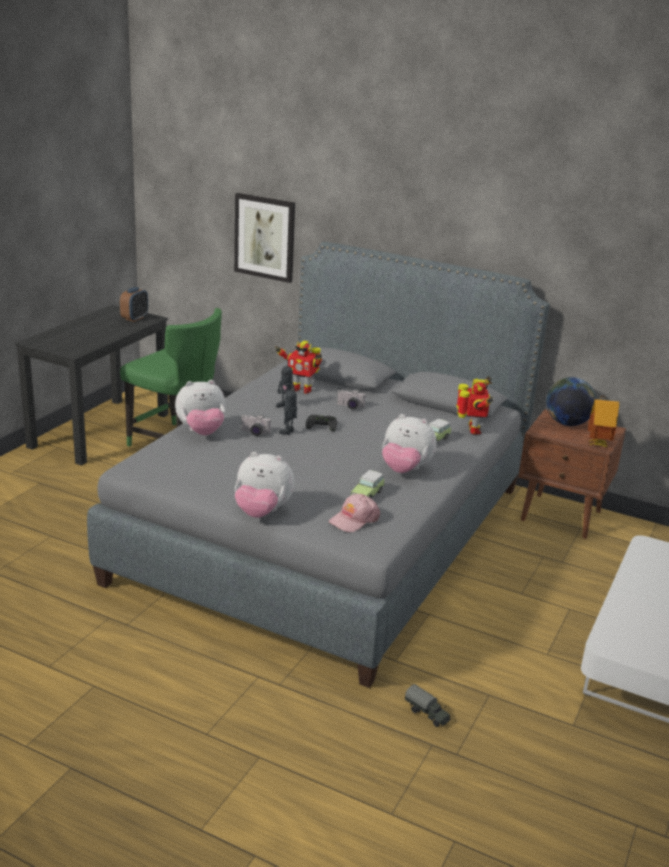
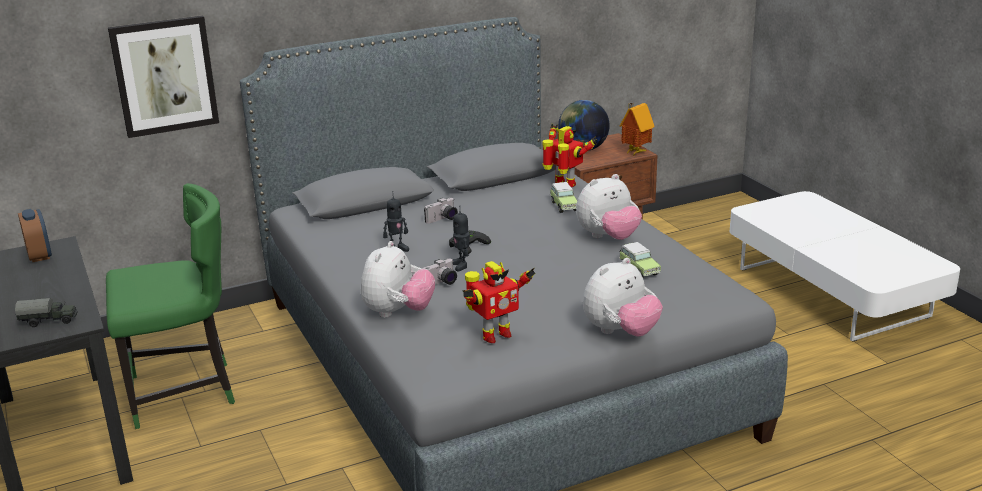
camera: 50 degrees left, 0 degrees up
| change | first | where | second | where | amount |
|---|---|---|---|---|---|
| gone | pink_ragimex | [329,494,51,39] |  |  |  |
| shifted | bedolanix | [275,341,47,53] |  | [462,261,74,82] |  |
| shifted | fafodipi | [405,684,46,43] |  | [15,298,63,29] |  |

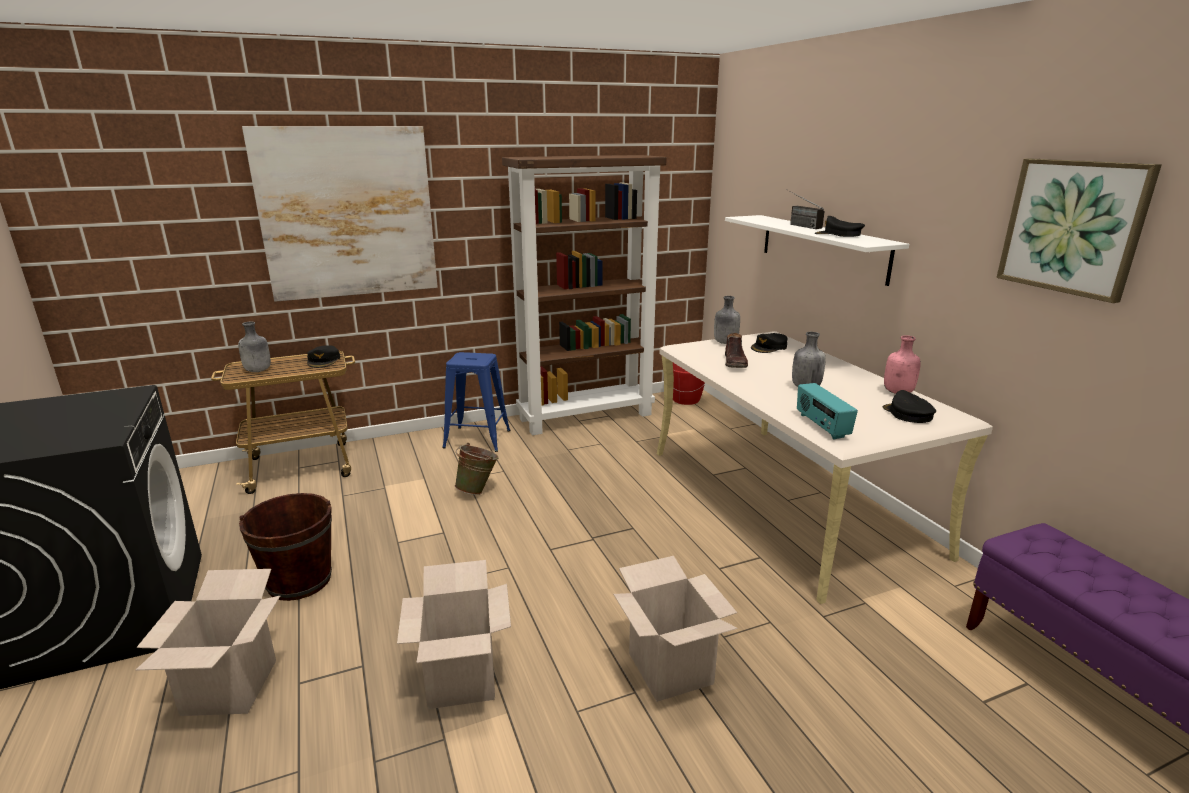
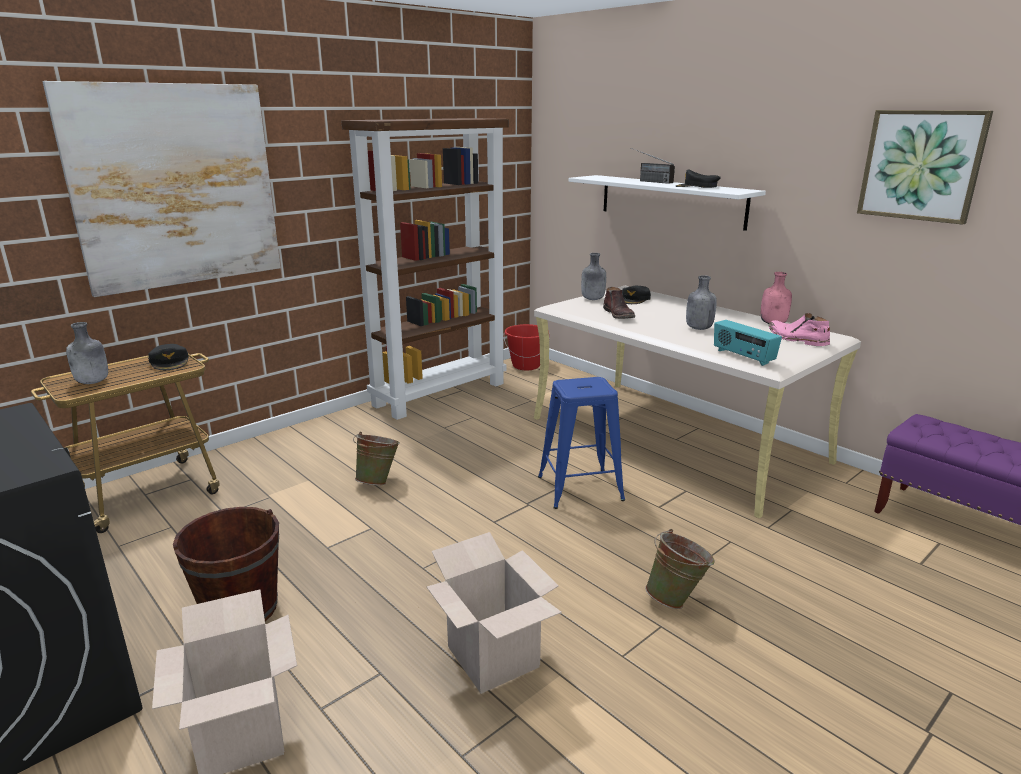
camera: 20 degrees left, 0 degrees up
| change | first | where | second | where | amount |
|---|---|---|---|---|---|
| shifted | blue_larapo | [442,352,69,100] |  | [538,377,87,132] |  |
| swapped | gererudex | [613,556,125,146] | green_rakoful | [645,529,70,80] |  |
| swapped | black_ragimex | [883,390,53,33] | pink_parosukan | [768,313,62,33] |  |

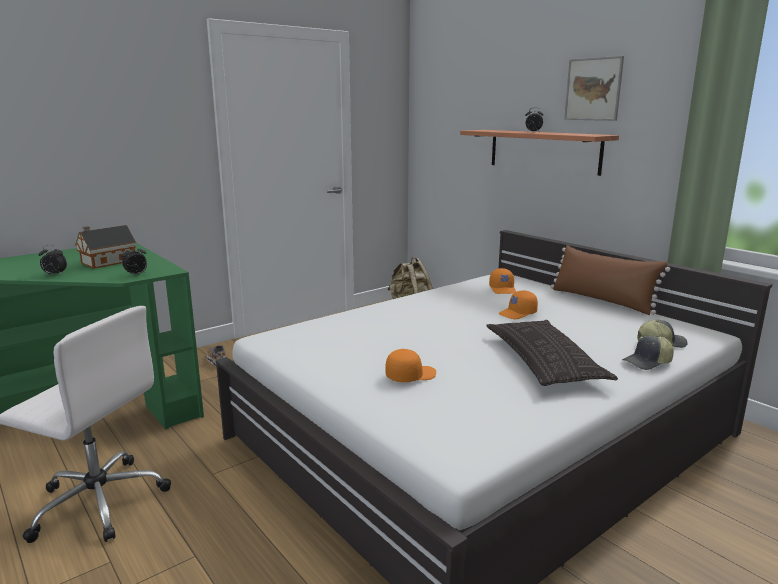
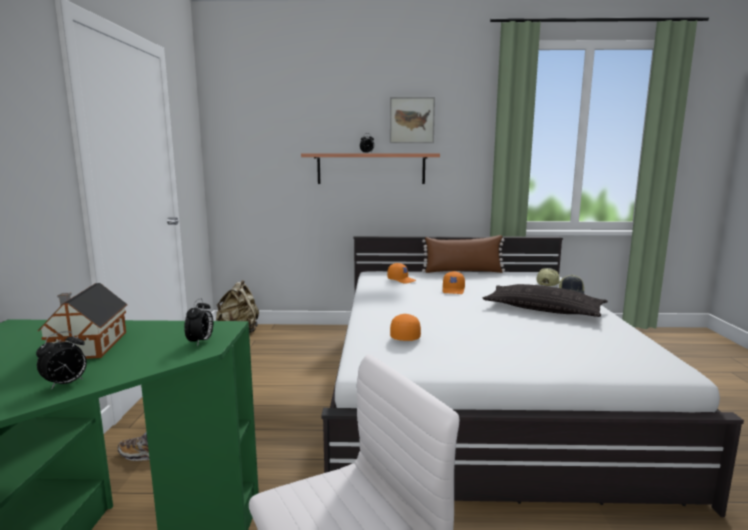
camera: 50 degrees left, 5 degrees down
| change | first | where | second | where | amount |
|---|---|---|---|---|---|
| shifted | orange_ragimex | [385,349,51,33] |  | [390,314,31,27] |  |

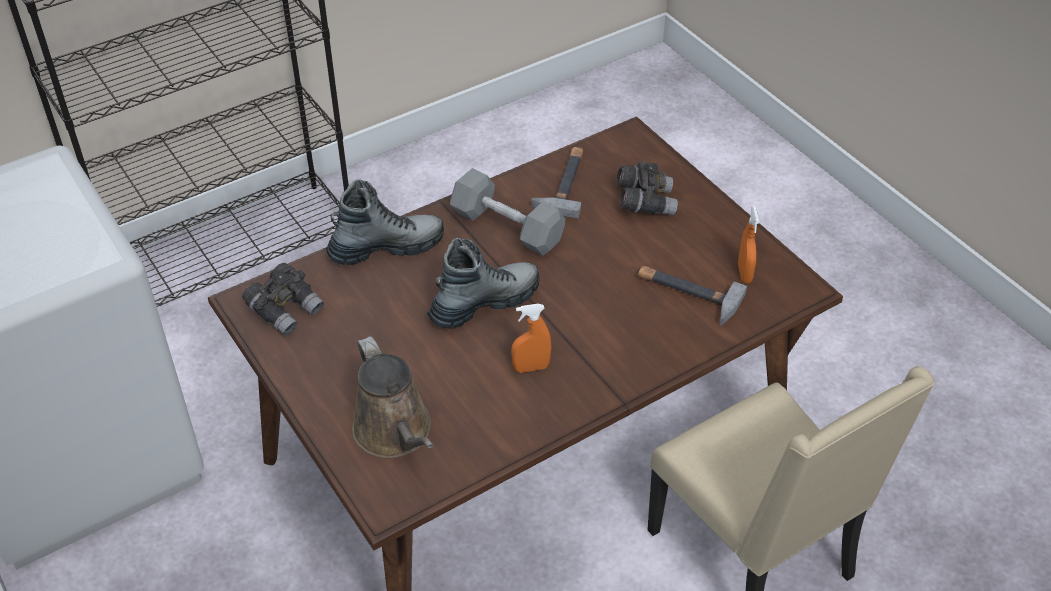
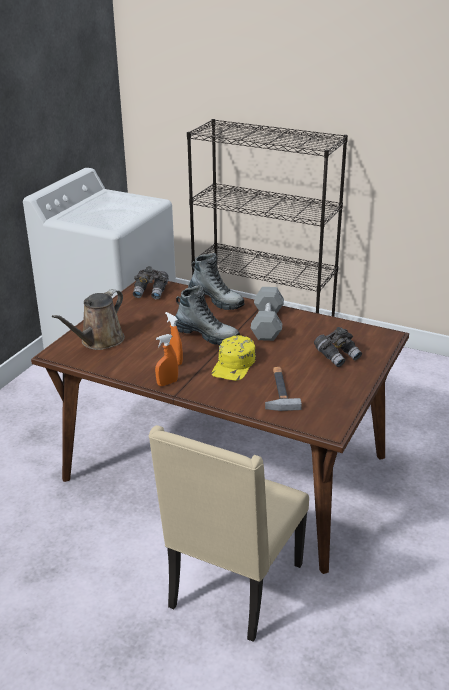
camera: 60 degrees right, 15 degrees down
| change | first | where | second | where | amount |
|---|---|---|---|---|---|
| gone | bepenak | [531,147,52,71] |  |  |  |
| new |  |  | yellow_ragimex | [212,335,44,46] |  |
| shifted | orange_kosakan | [738,206,21,78] |  | [155,334,23,52] |  |

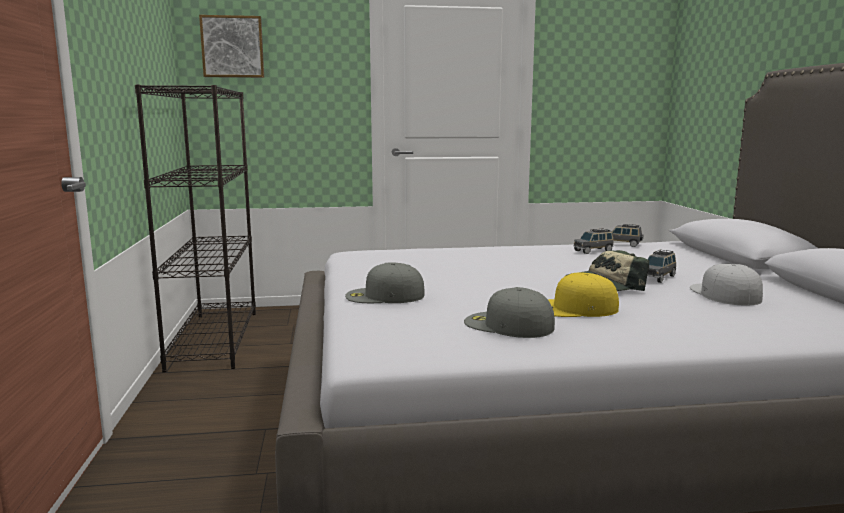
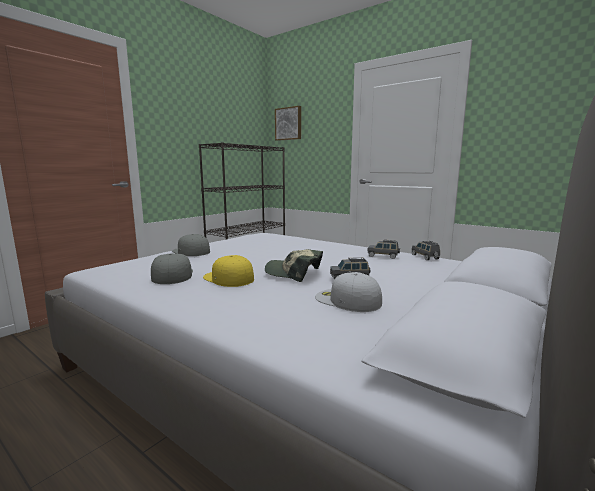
camera: 45 degrees right, 0 degrees up
| change | first | where | second | where | amount |
|---|---|---|---|---|---|
| rotated | white_ragimex | [690,264,73,41] |  | [315,272,67,40] | 90 degrees counterclockwise |

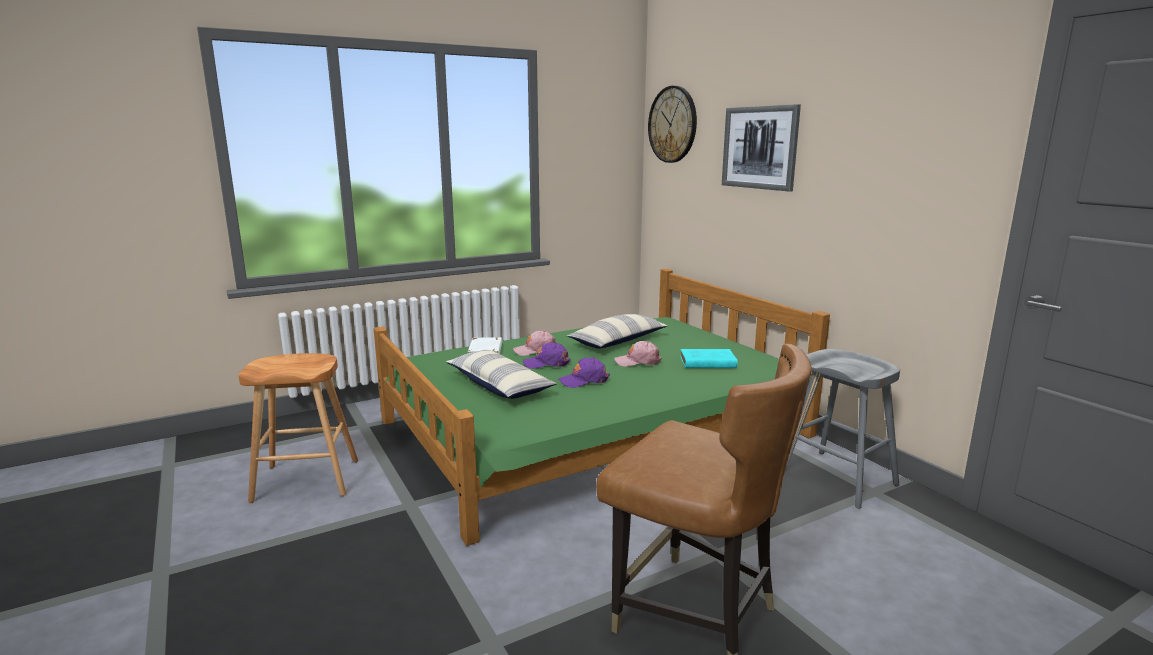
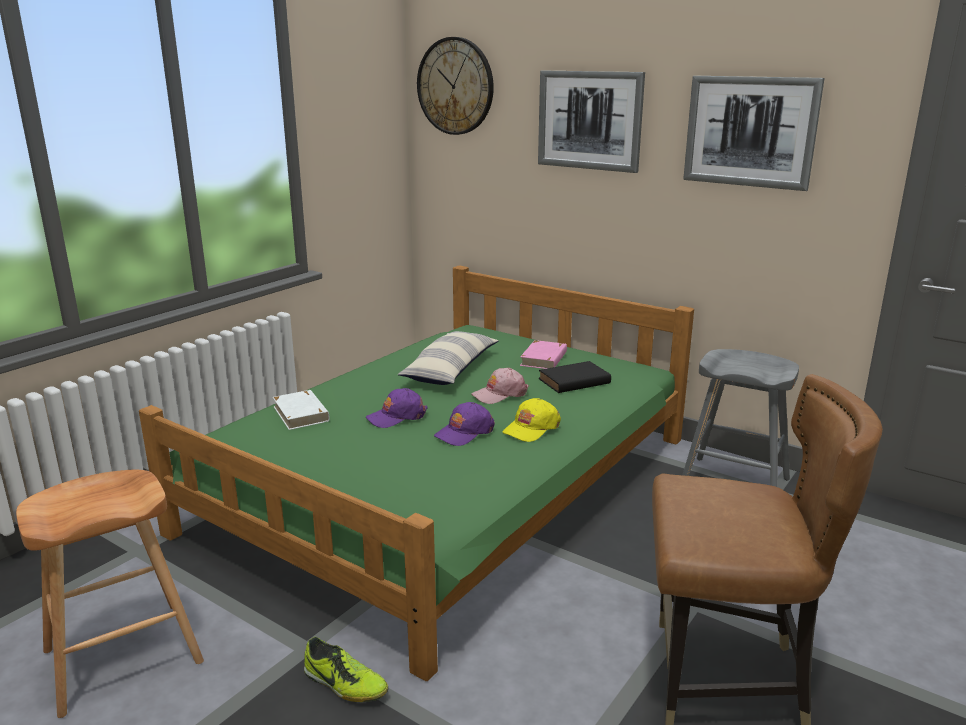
camera: 25 degrees left, 5 degrees up
| change | first | where | second | where | amount |
|---|---|---|---|---|---|
| gone | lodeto | [446,350,111,49] |  |  |  |
| gone | pink_ragimex | [513,330,42,26] |  |  |  |
| new |  |  | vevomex | [304,637,84,65] |  |
| new |  |  | yellow_ragimex | [502,398,59,44] |  |
| new |  |  | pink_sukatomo | [520,340,47,29] |  |
| new |  |  | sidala | [683,76,141,115] |  |
| repainted | turquoise_sukatomo | [680,349,58,19] | black_sukatomo | [539,361,72,32] |  |

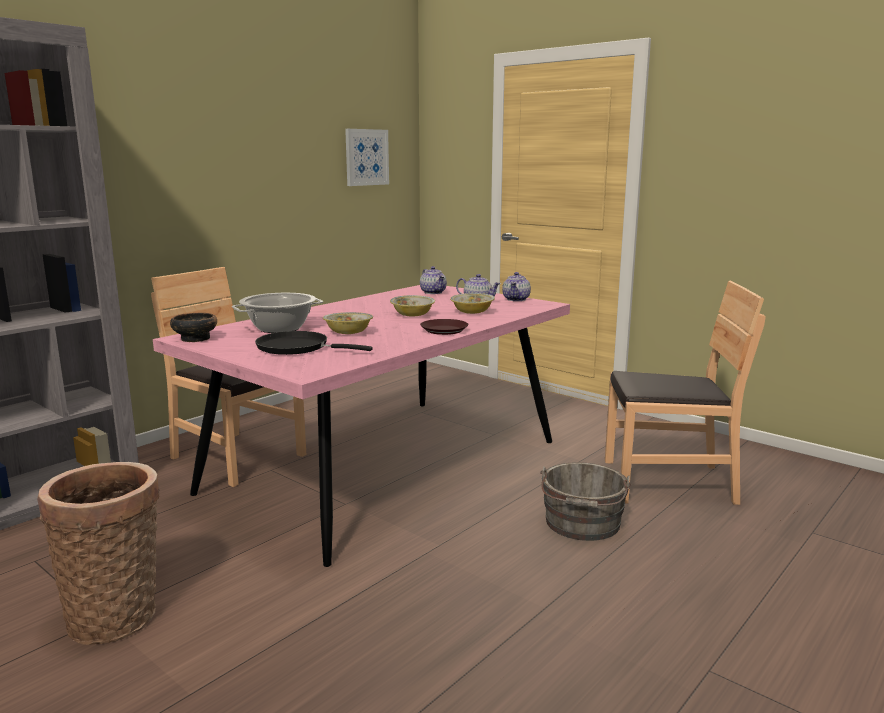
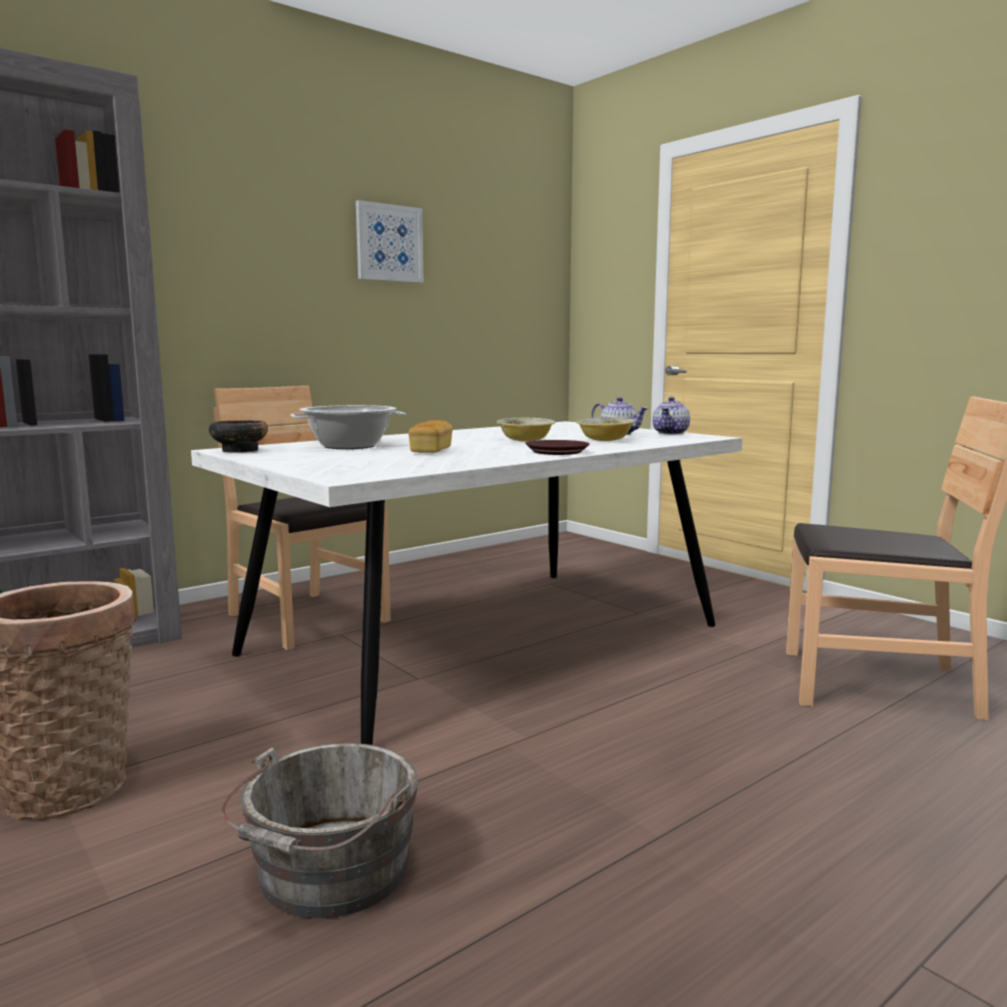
camera: 10 degrees right, 5 degrees down
| change | first | where | second | where | amount |
|---|---|---|---|---|---|
| gone | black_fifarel | [255,331,118,24] |  |  |  |
| gone | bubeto | [420,266,27,28] |  |  |  |
| shifted | sidala | [345,129,44,57] |  | [356,200,68,83] |  |
| shifted | grey_rakoful | [540,462,91,79] |  | [221,743,197,175] |  |
| swapped | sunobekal | [323,312,50,22] | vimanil | [408,420,45,33] |  |
| repainted | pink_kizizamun | [153,285,417,282] | white_kizizamun | [191,421,551,324] |  |

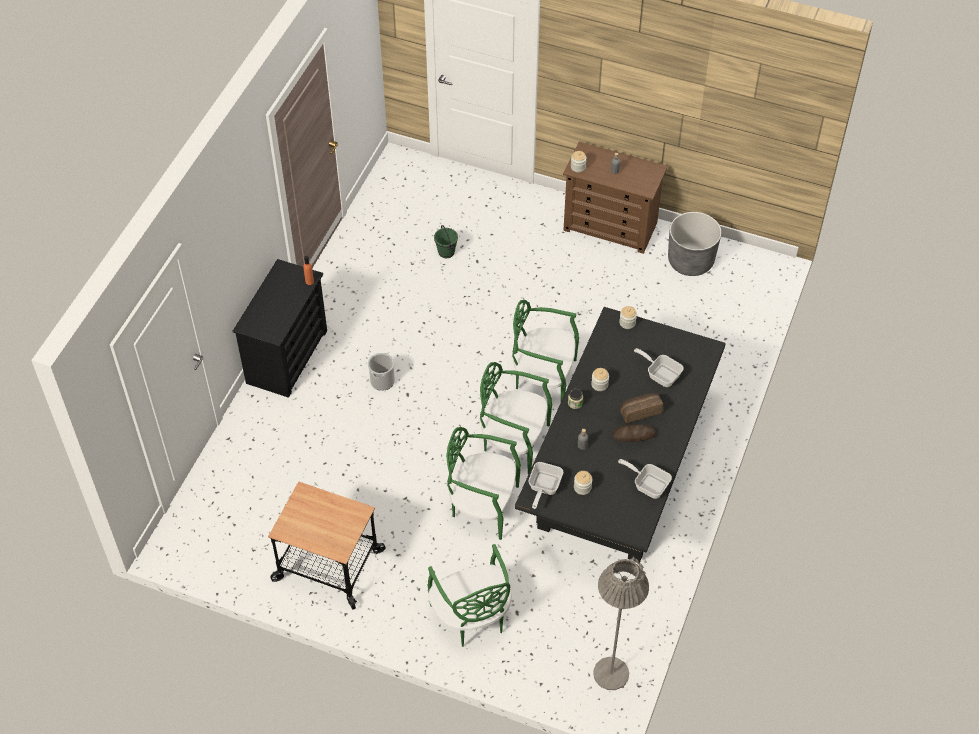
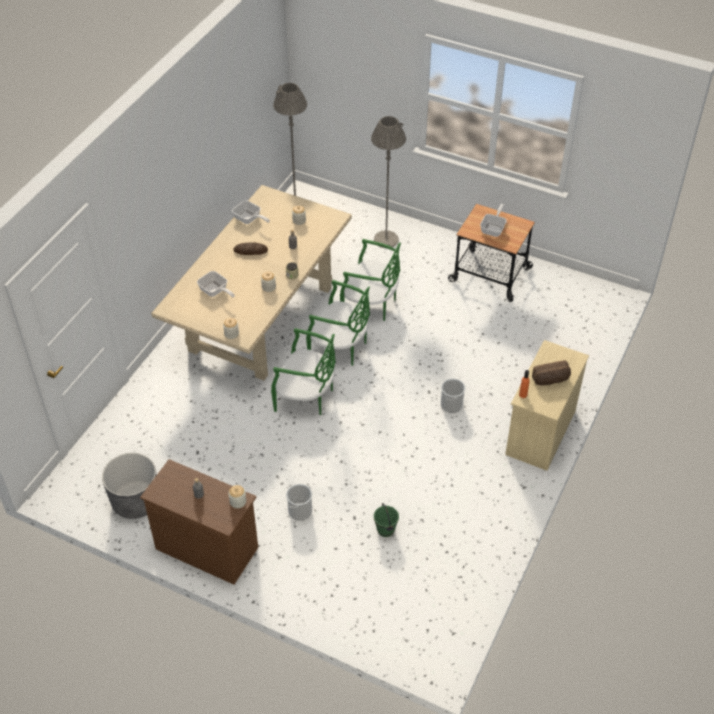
camera: 175 degrees left, 5 degrees down
| change | first | where | second | where | amount |
|---|---|---|---|---|---|
| new |  |  | rakoful | [286,484,26,37] |  |
| shifted | fifarel | [528,462,35,47] |  | [480,204,27,33] |  |
| shifted | vimanil | [620,393,43,31] |  | [532,360,39,25] |  |
| swapped | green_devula | [427,544,84,103] | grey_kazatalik | [371,116,35,132] |  |
| repainted | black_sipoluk | [233,259,94,139] | beige_sipoluk | [505,340,84,131] |  |
| repainted | black_kizizamun | [515,307,211,255] | beige_kizizamun | [151,185,201,196] |  |

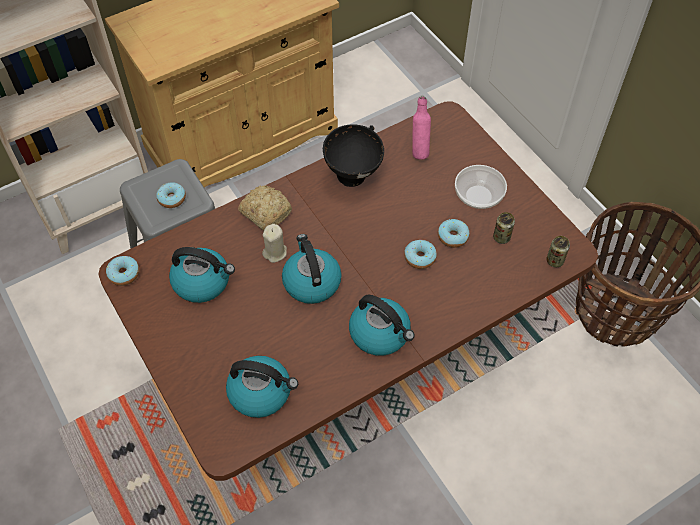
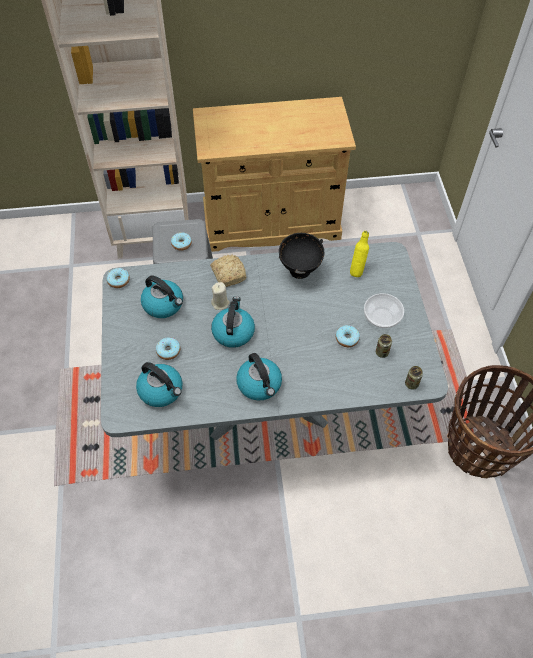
camera: 25 degrees right, 0 degrees up
| change | first | where | second | where | amount |
|---|---|---|---|---|---|
| shifted | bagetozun | [404,240,33,29] |  | [156,337,24,23] |  |
| repainted | brown_kizizamun | [98,102,500,379] | grey_kizizamun | [101,242,347,198] |  |
| repainted | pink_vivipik | [412,96,19,64] | yellow_vivipik | [350,231,19,46] |  |

